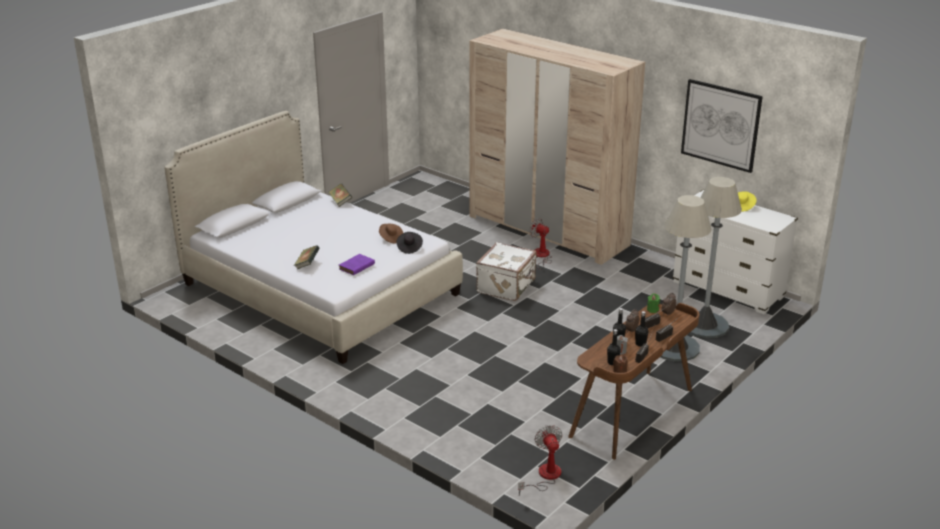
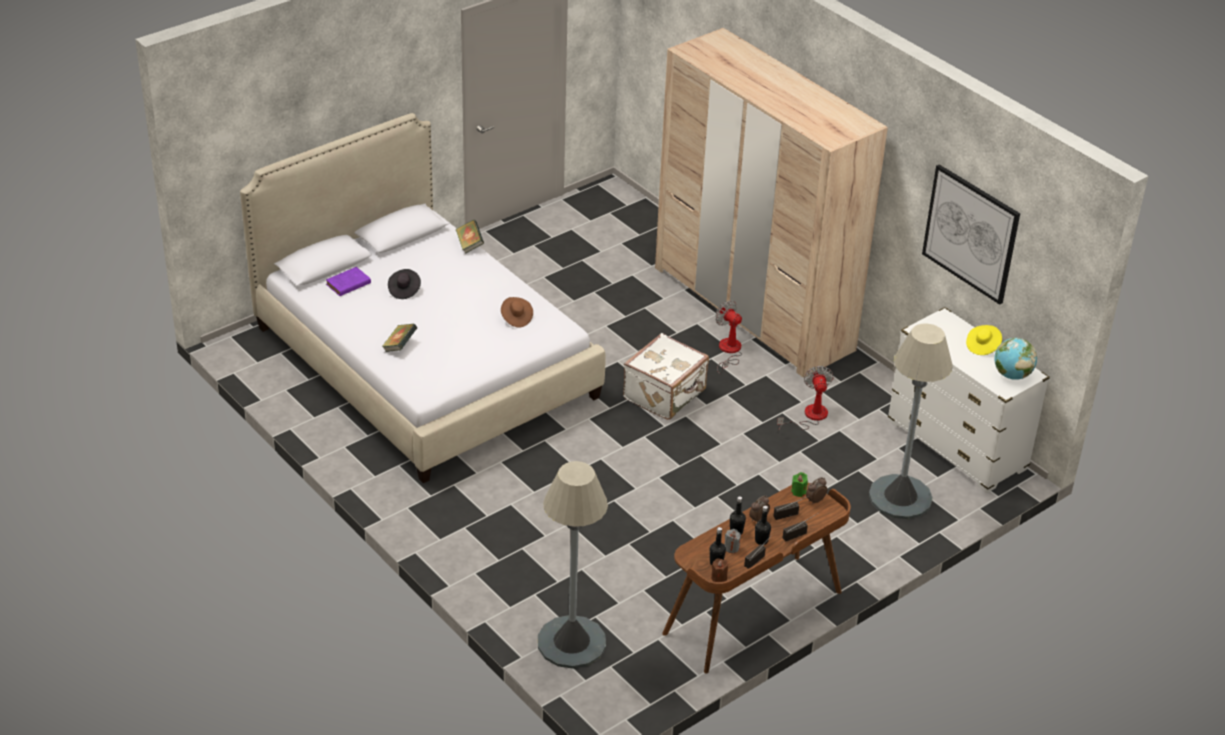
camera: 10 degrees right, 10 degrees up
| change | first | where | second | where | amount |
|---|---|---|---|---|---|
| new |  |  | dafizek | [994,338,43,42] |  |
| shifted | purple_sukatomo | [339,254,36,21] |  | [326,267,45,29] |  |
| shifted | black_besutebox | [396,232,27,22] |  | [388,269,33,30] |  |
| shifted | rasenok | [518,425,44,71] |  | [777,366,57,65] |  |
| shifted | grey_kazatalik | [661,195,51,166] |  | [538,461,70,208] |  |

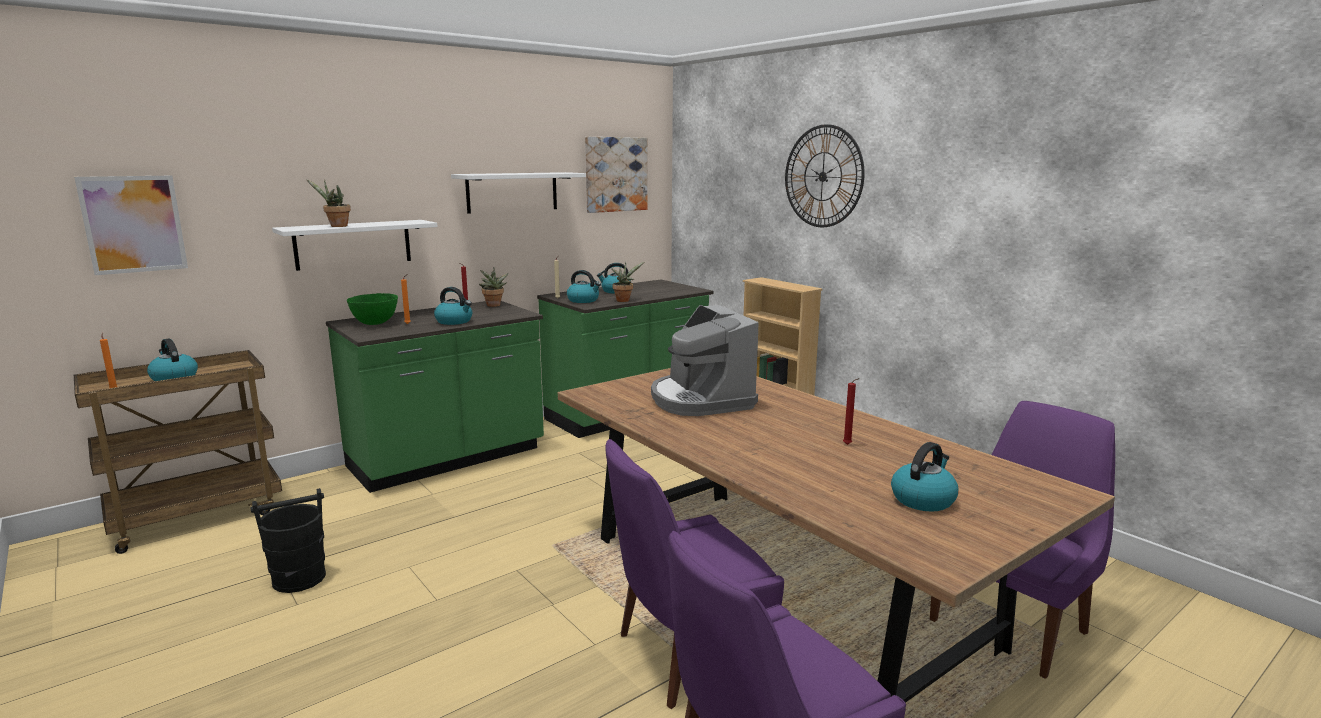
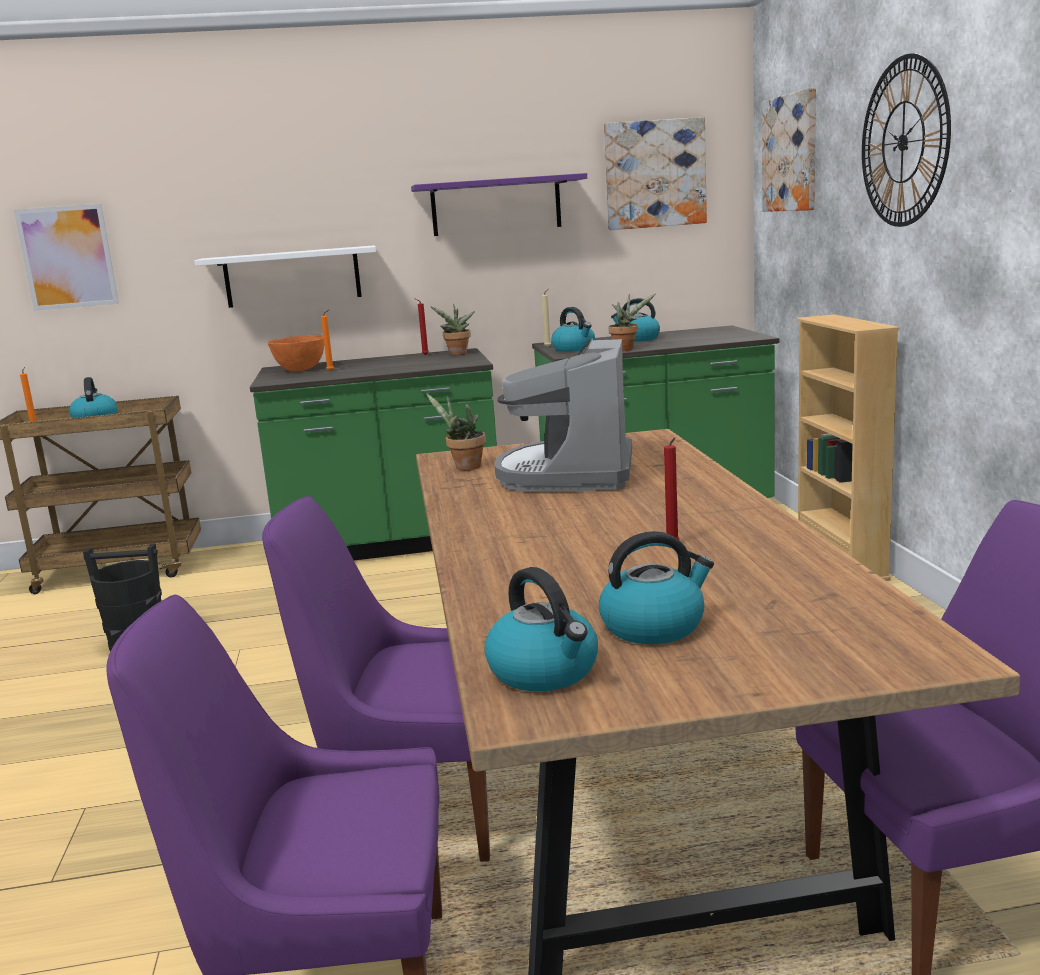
camera: 30 degrees right, 0 degrees up
| change | first | where | second | where | amount |
|---|---|---|---|---|---|
| new |  |  | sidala | [762,88,54,124] |  |
| shifted | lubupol | [306,179,45,48] |  | [426,393,60,77] |  |
| shifted | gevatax | [434,287,38,38] |  | [484,567,114,125] |  |
| repainted | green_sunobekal | [347,293,51,32] | orange_sunobekal | [268,335,56,36] |  |
| repainted | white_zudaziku | [451,172,135,42] | purple_zudaziku | [411,173,176,63] |  |

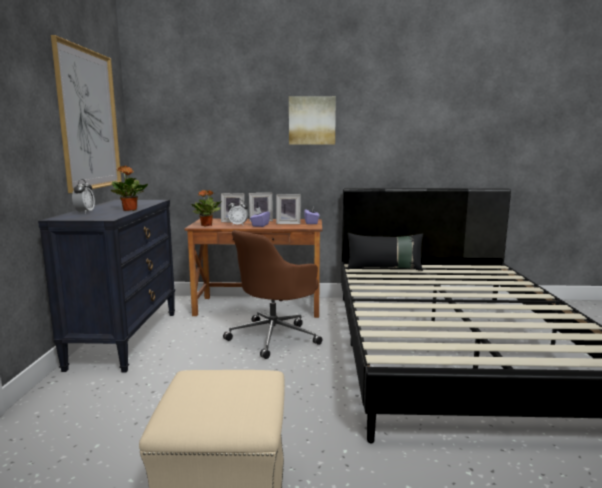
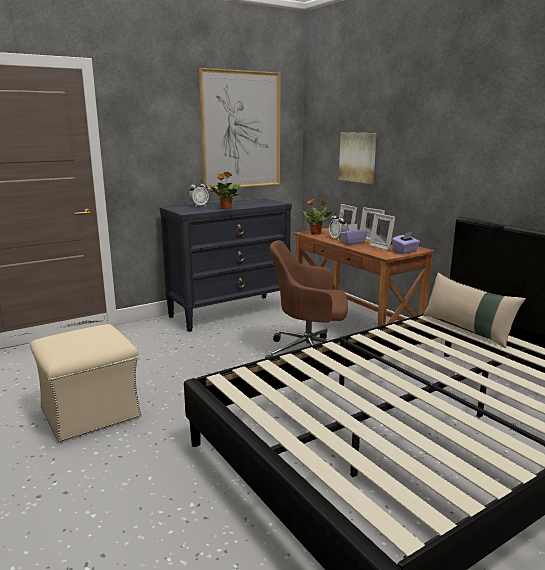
camera: 55 degrees right, 5 degrees up
| change | first | where | second | where | amount |
|---|---|---|---|---|---|
| shifted | sidala | [289,96,47,49] |  | [339,132,37,52] |  |
| repainted | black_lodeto | [348,233,75,38] | beige_lodeto | [423,273,103,75] |  |

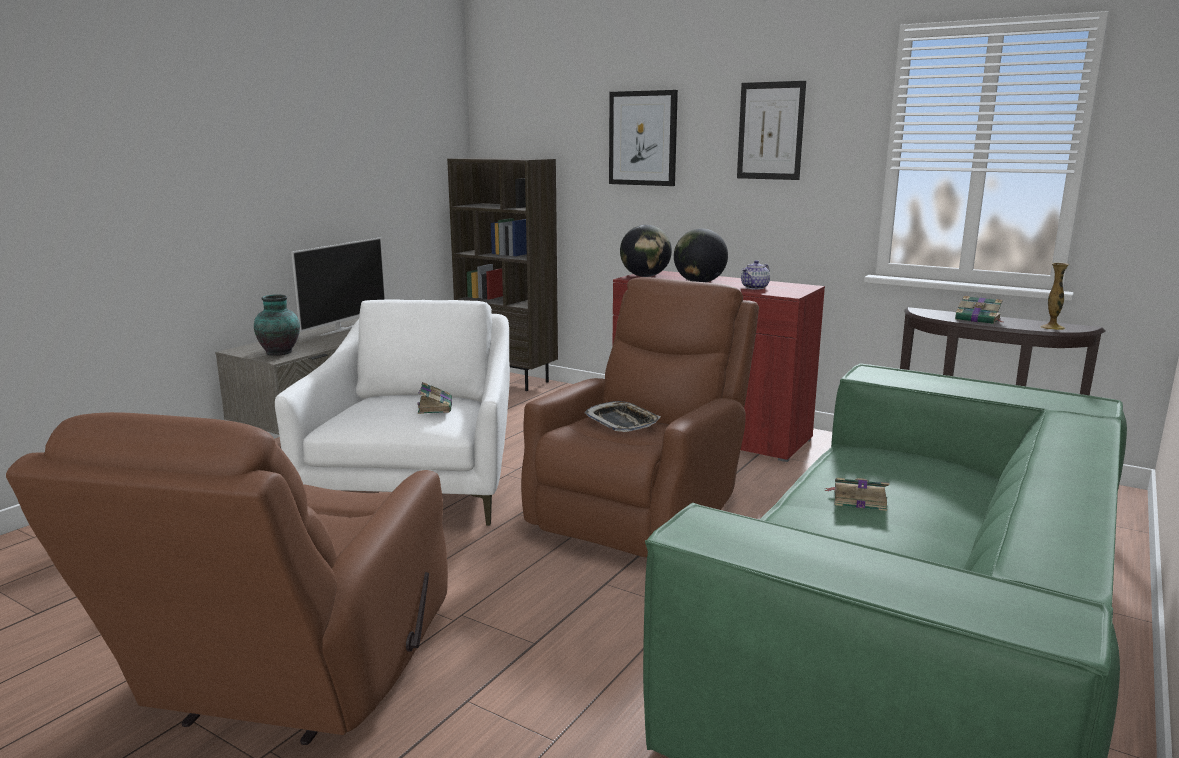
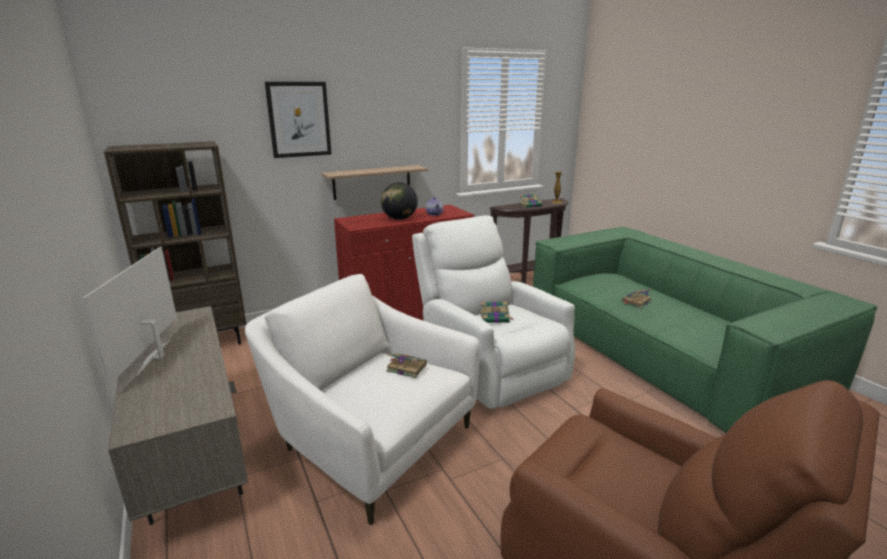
camera: 60 degrees left, 5 degrees up
| change | first | where | second | where | amount |
|---|---|---|---|---|---|
| gone | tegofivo | [254,294,46,62] |  |  |  |
| gone | dafizek | [620,225,52,52] |  |  |  |
| gone | sidala | [737,81,69,99] |  |  |  |
| new |  |  | zudaziku | [321,165,107,35] |  |
| swapped | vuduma | [584,401,77,31] | sukatomo | [480,301,34,22] |  |
| repainted | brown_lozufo | [521,277,238,280] | white_lozufo | [412,216,163,193] |  |
| rotated | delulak | [291,237,95,99] |  | [83,246,94,140] | 150 degrees counterclockwise |

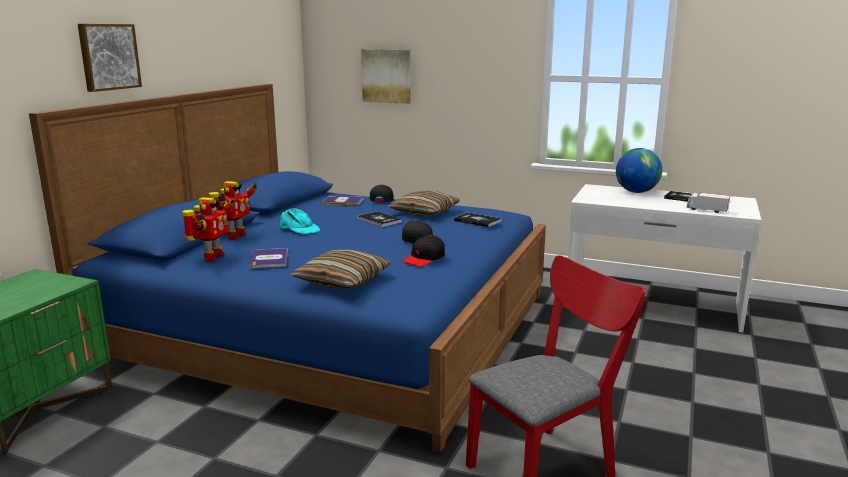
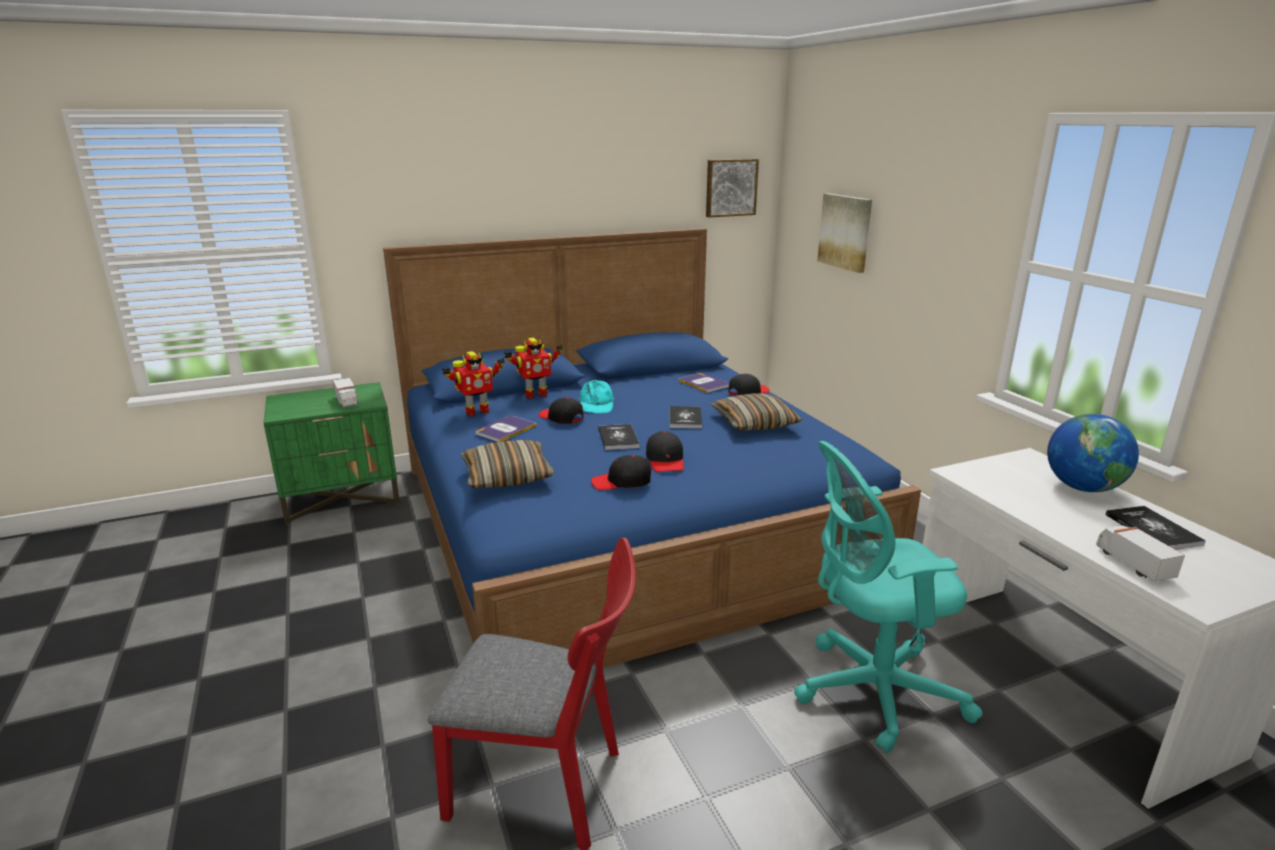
camera: 45 degrees right, 5 degrees up
| change | first | where | second | where | amount |
|---|---|---|---|---|---|
| new |  |  | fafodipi | [333,378,25,29] |  |
| new |  |  | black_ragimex | [538,397,45,27] |  |
| new |  |  | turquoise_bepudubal | [794,441,189,312] |  |
| shifted | sidala | [78,24,64,68] |  | [706,159,53,58] |  |
| shifted | sukatomo | [454,212,48,15] |  | [598,424,42,26] |  |

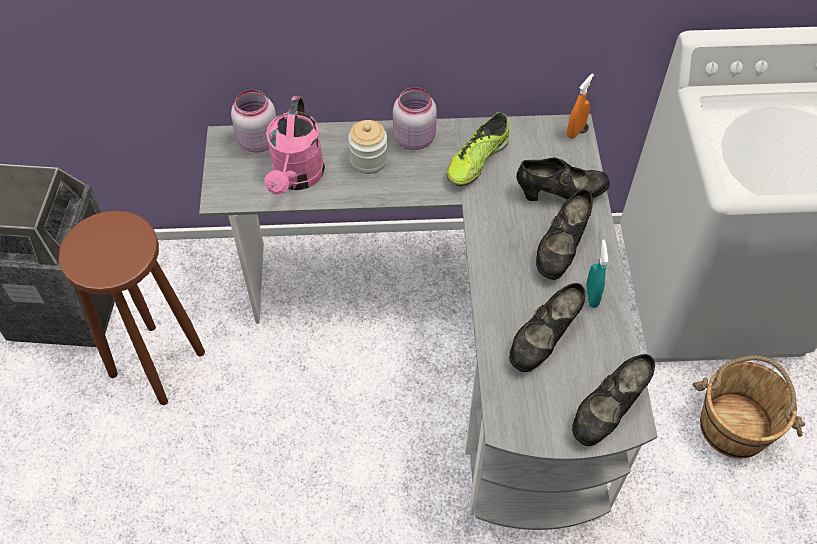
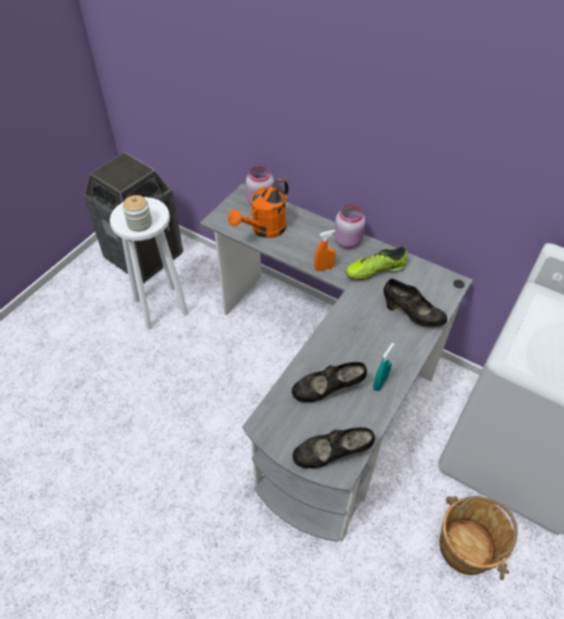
camera: 35 degrees right, 5 degrees down
| change | first | where | second | where | amount |
|---|---|---|---|---|---|
| gone | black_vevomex | [536,189,57,91] |  |  |  |
| shifted | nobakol | [348,120,40,54] |  | [122,195,30,37] |  |
| shifted | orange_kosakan | [567,73,27,66] |  | [314,230,22,41] |  |
| repainted | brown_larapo | [59,211,146,194] | white_larapo | [110,197,78,132] |  |
| repainted | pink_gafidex | [264,96,61,99] | orange_gafidex | [228,179,61,59] |  |

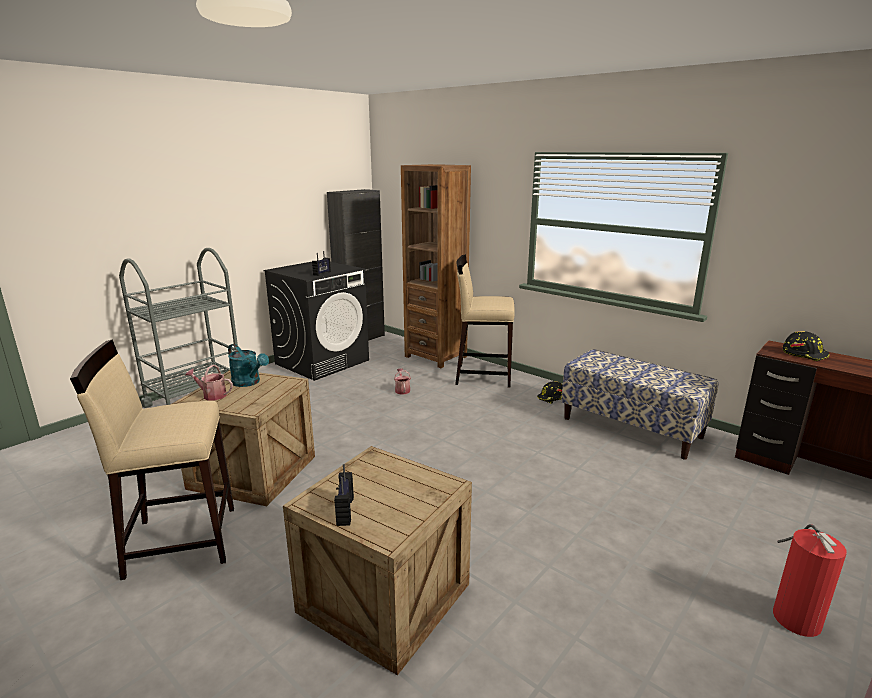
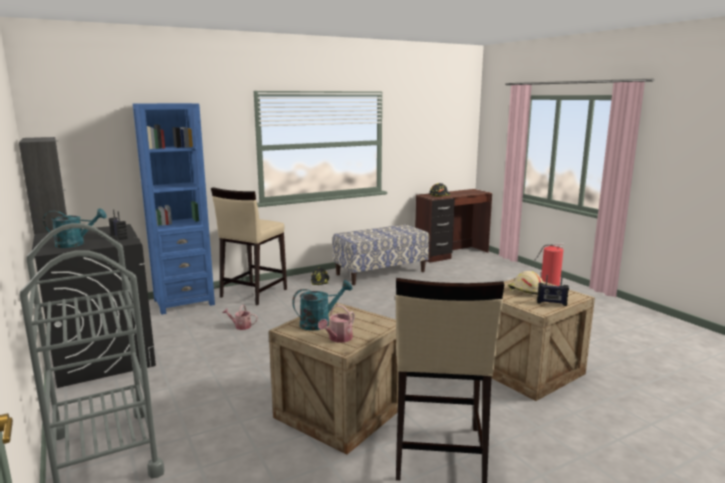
camera: 70 degrees left, 5 degrees down
| change | first | where | second | where | amount |
|---|---|---|---|---|---|
| new |  |  | turquoise_gafidex | [43,208,64,40] |  |
| new |  |  | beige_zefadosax | [508,271,36,24] |  |
| repainted | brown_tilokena | [401,164,70,204] | blue_tilokena | [133,103,82,212] |  |

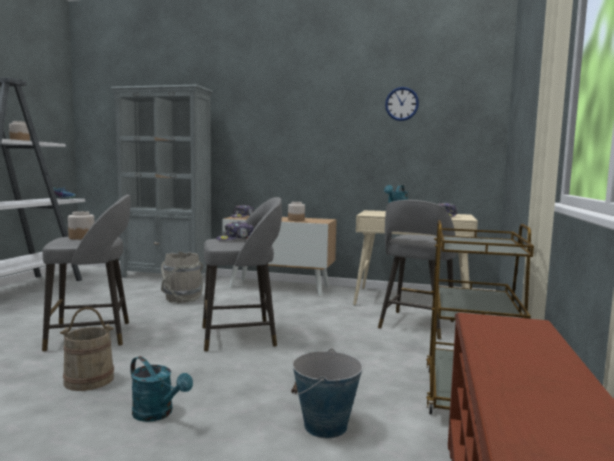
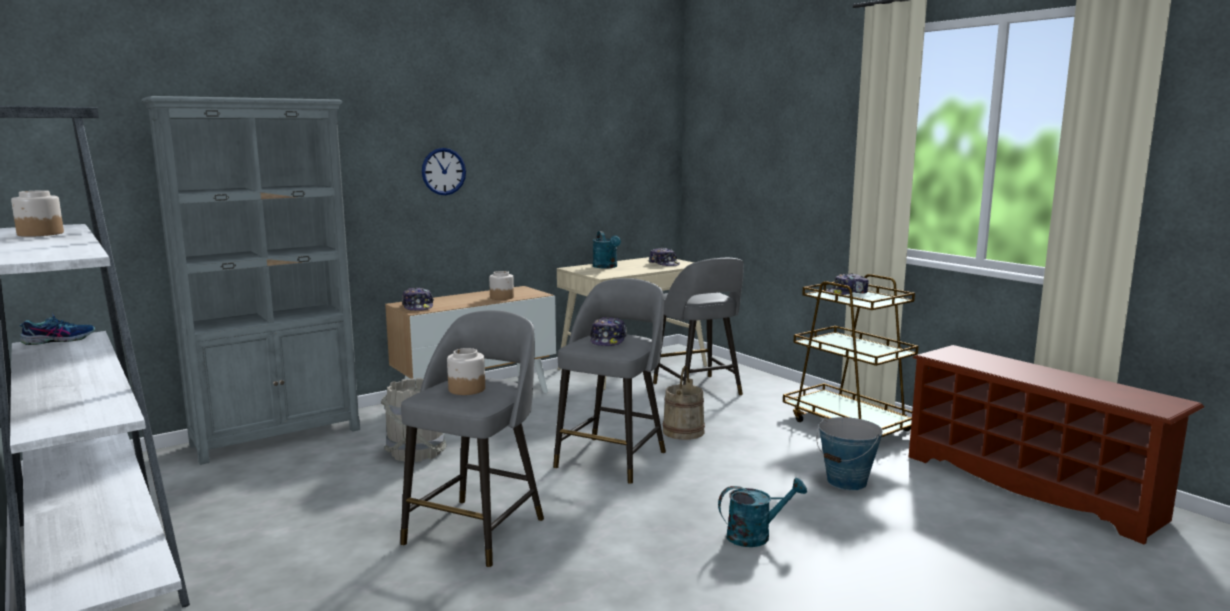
camera: 50 degrees left, 5 degrees up
| change | first | where | second | where | amount |
|---|---|---|---|---|---|
| new |  |  | ragimex | [826,273,43,22] |  |
| shifted | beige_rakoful | [60,307,54,84] |  | [663,366,42,74] |  |
| shifted | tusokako | [385,87,34,34] |  | [422,148,44,47] |  |

